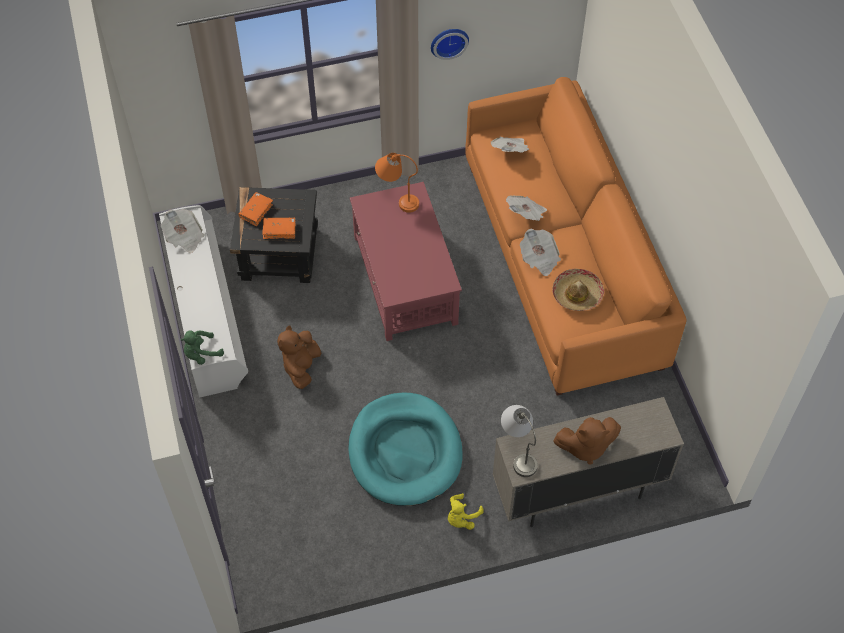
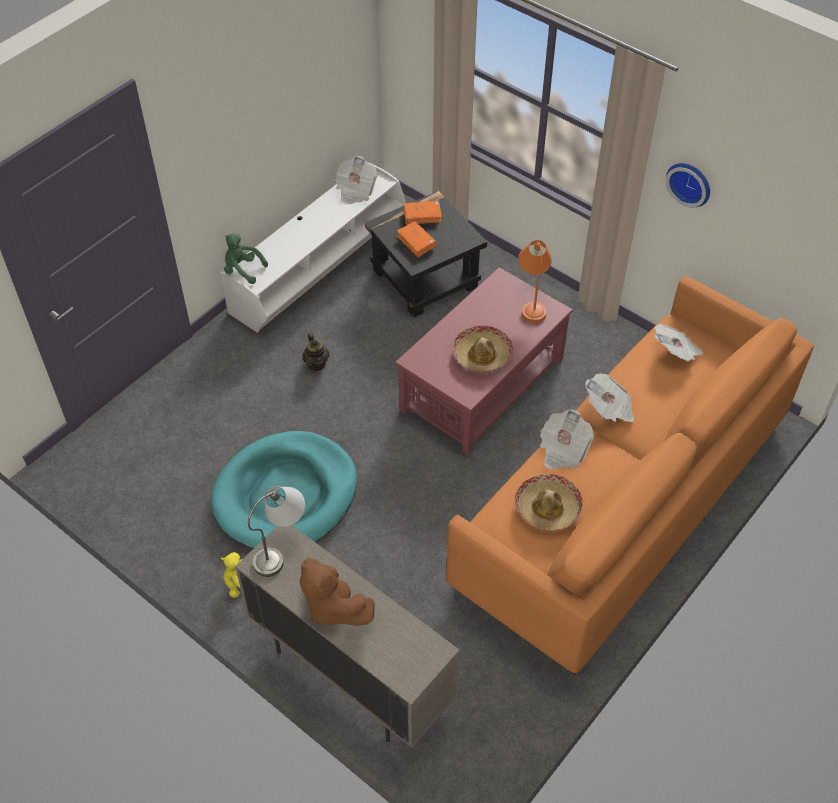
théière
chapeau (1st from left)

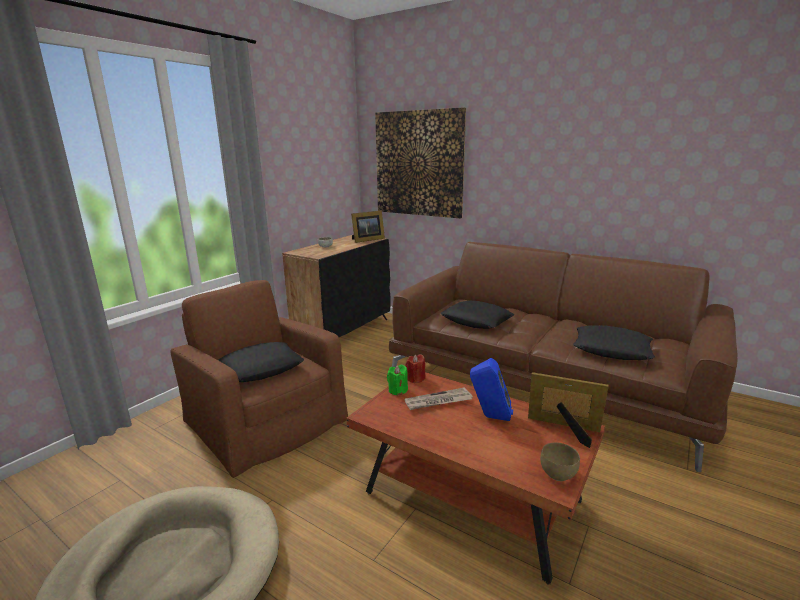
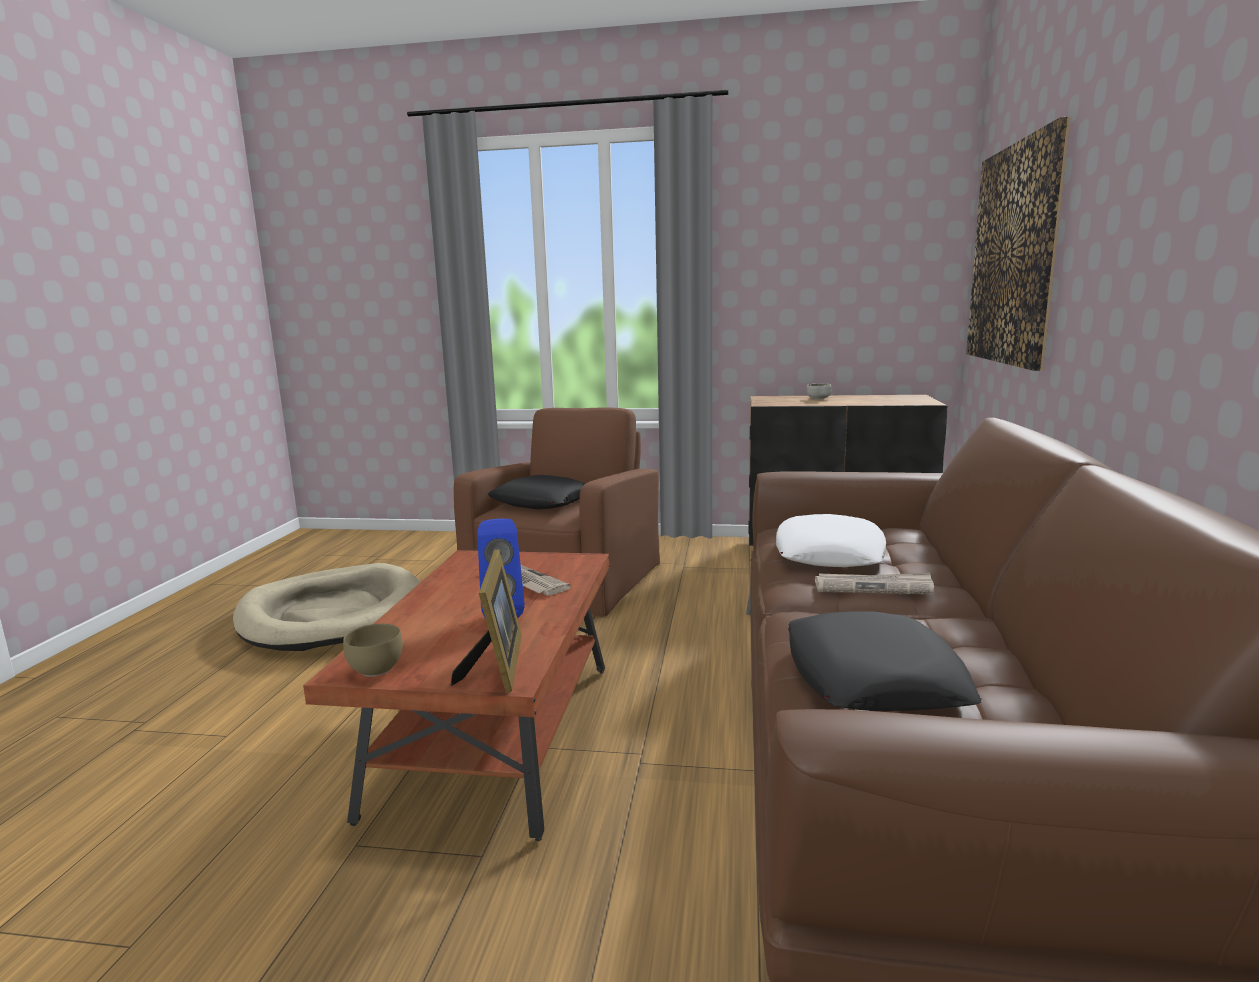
cadre photo (1st from left in the first image)
bougie (vert)
bougie (rouge)
coussin (blanc)
journal (2nd from left)

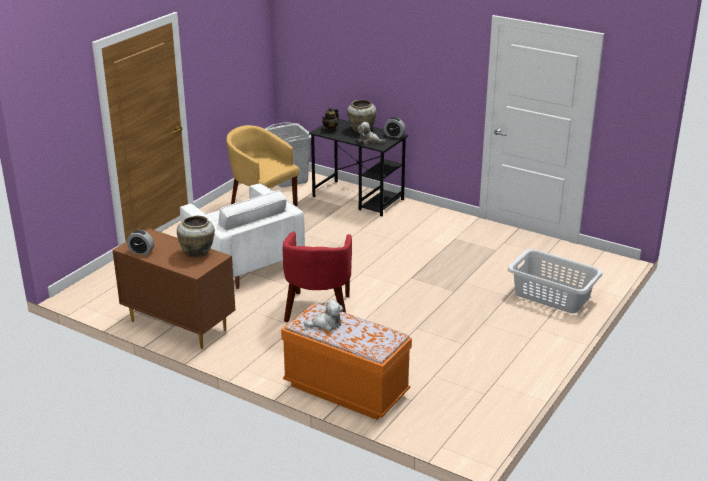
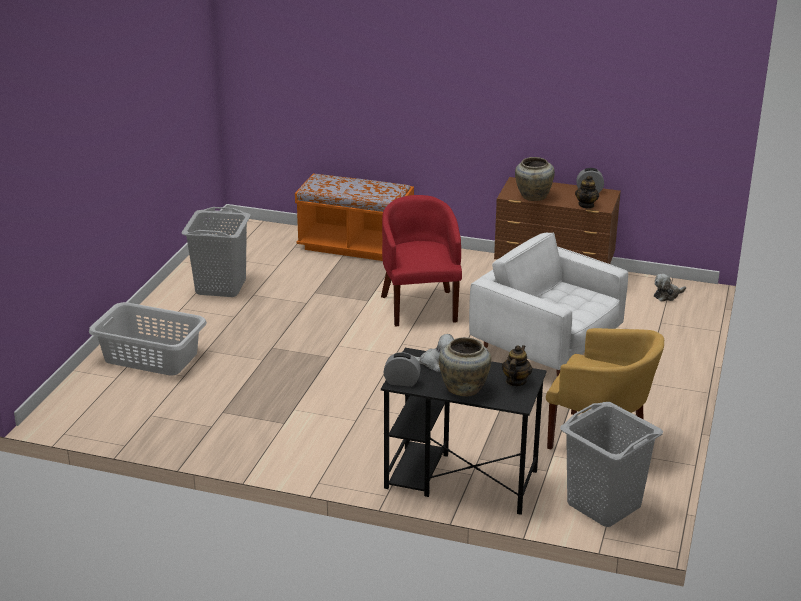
peluche (2nd from left)
panier à linge (gris) (2nd from left)
théière (2nd from left)

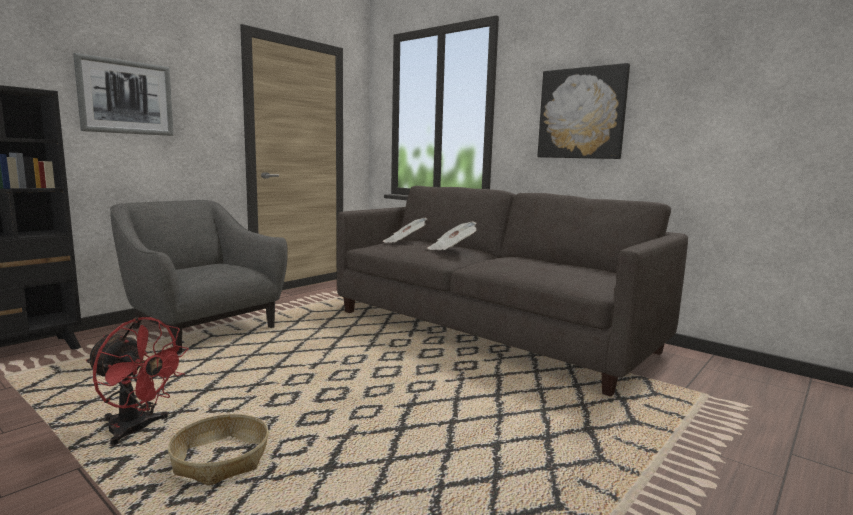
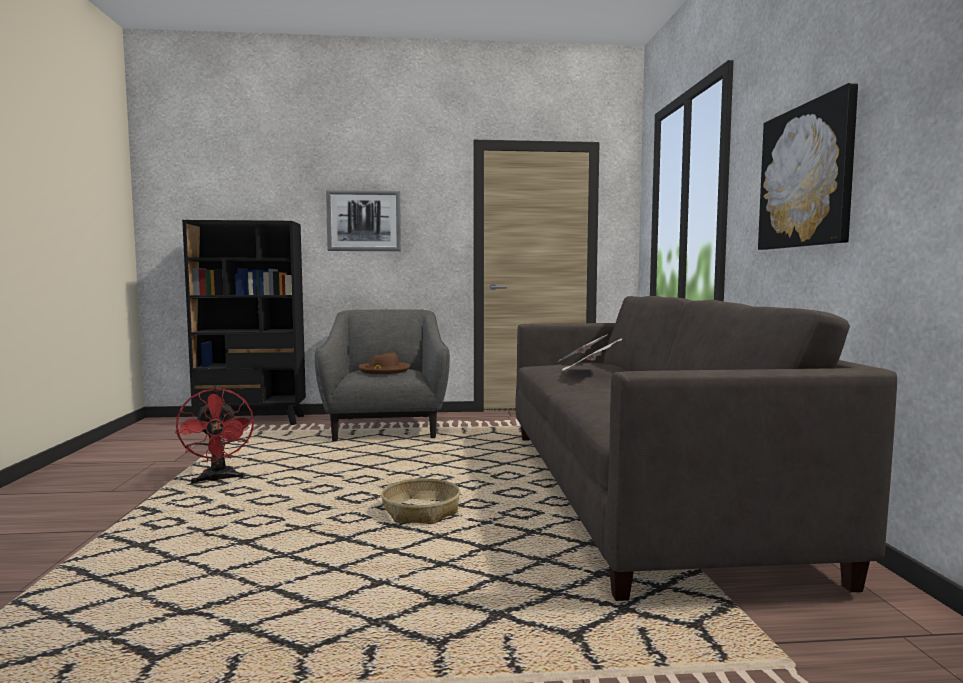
panier
chapeau (marron)

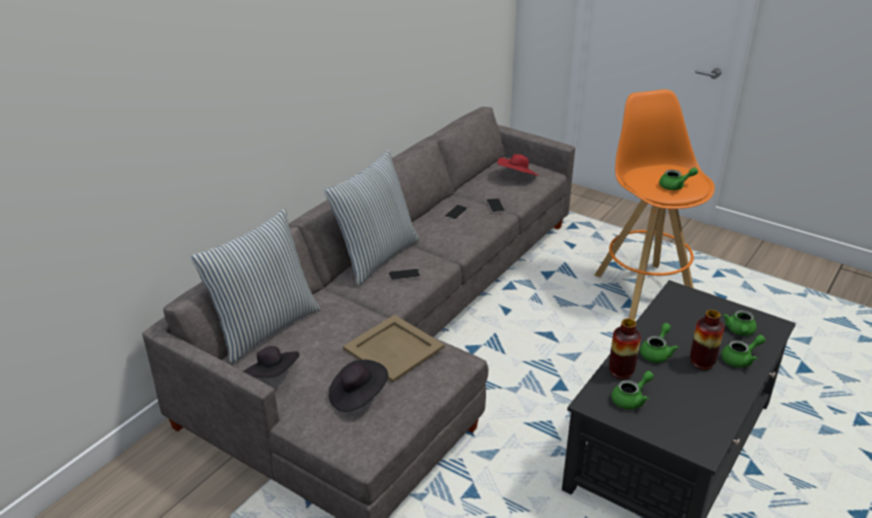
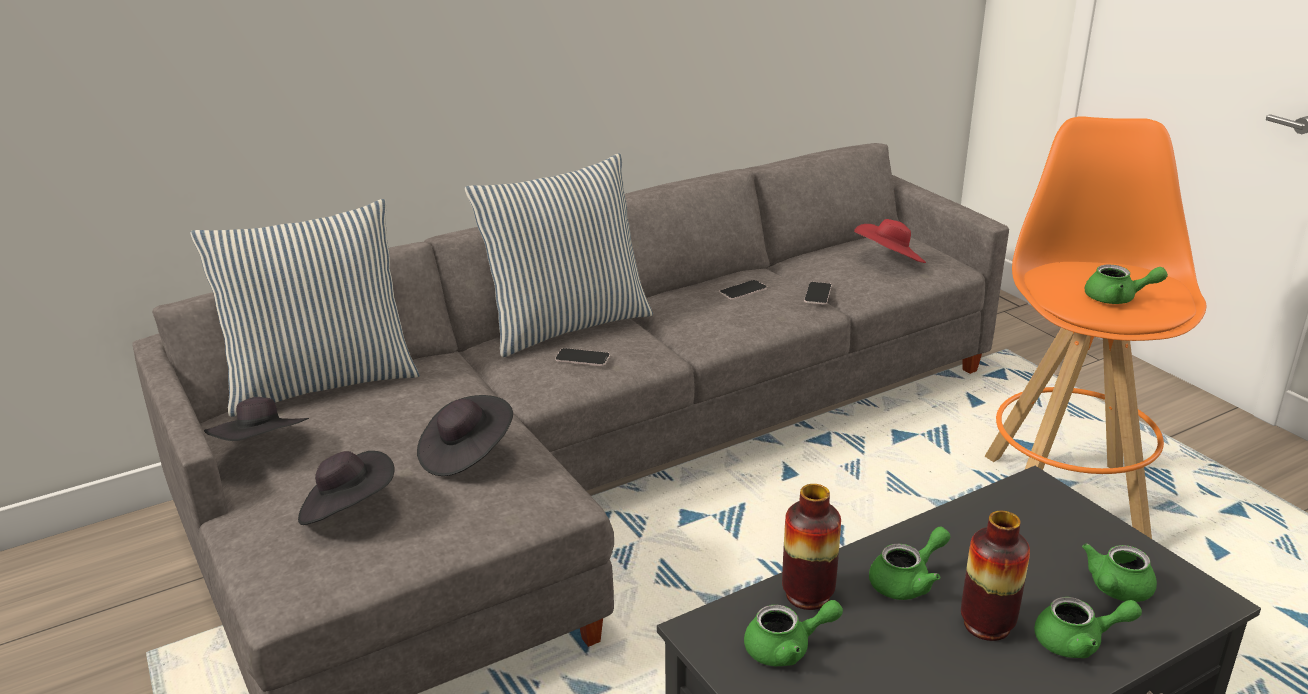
chapeau (noir) (3rd from left)

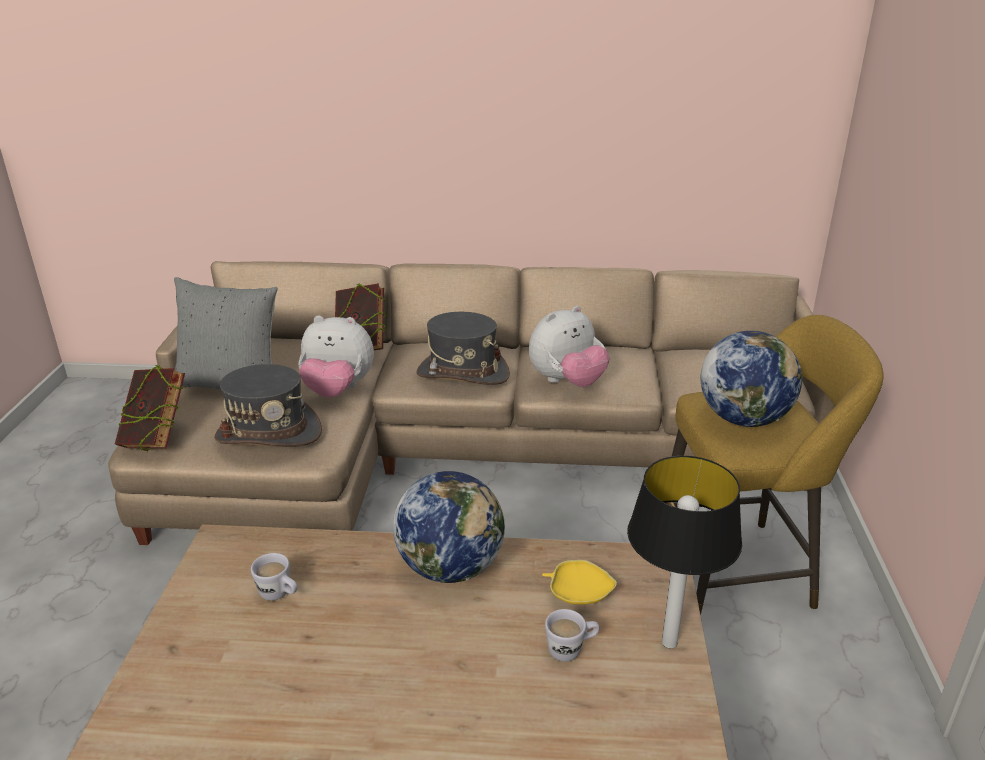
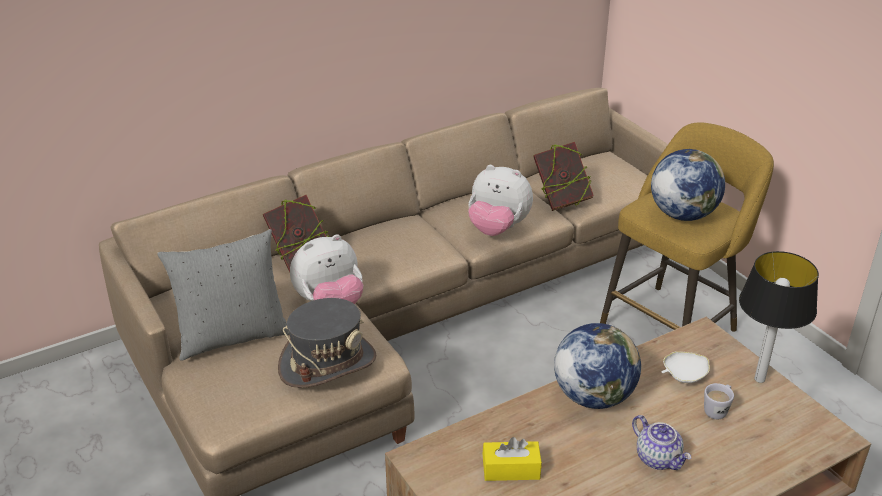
livre (2nd from left)
boîte à mouchoirs (jaune)
chapeau (gris) (2nd from left in the first image)
peluche (2nd from left)
bol (blanc)
théière

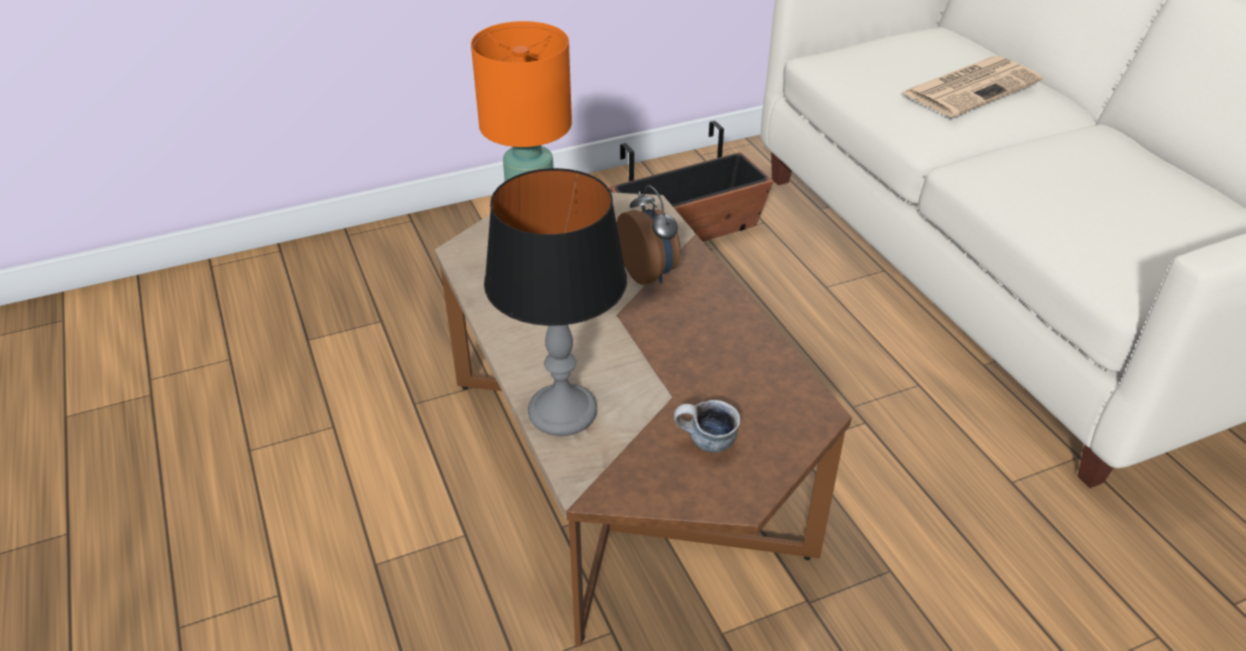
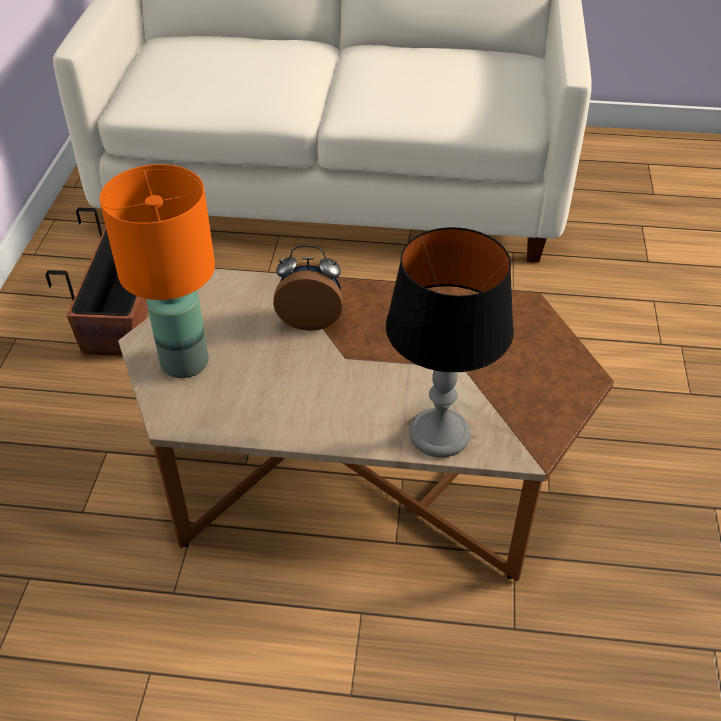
mug
journal

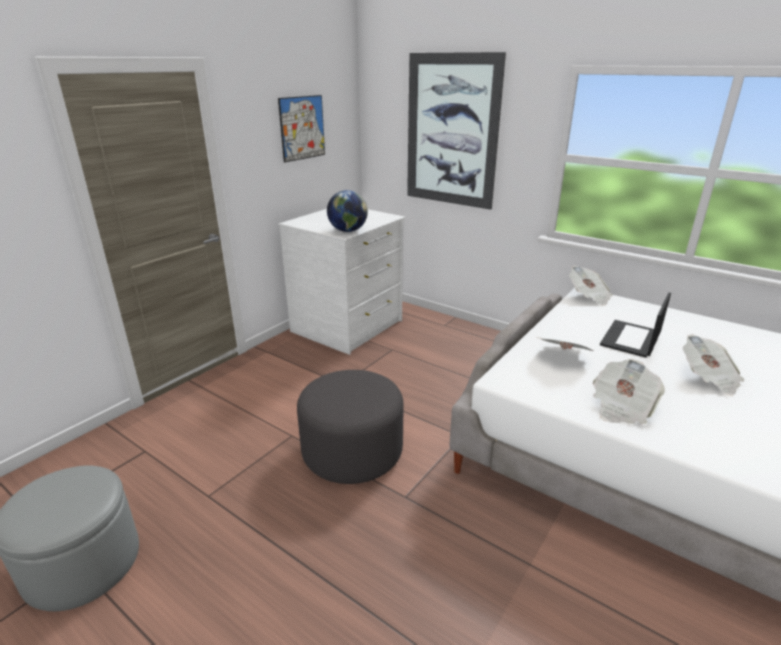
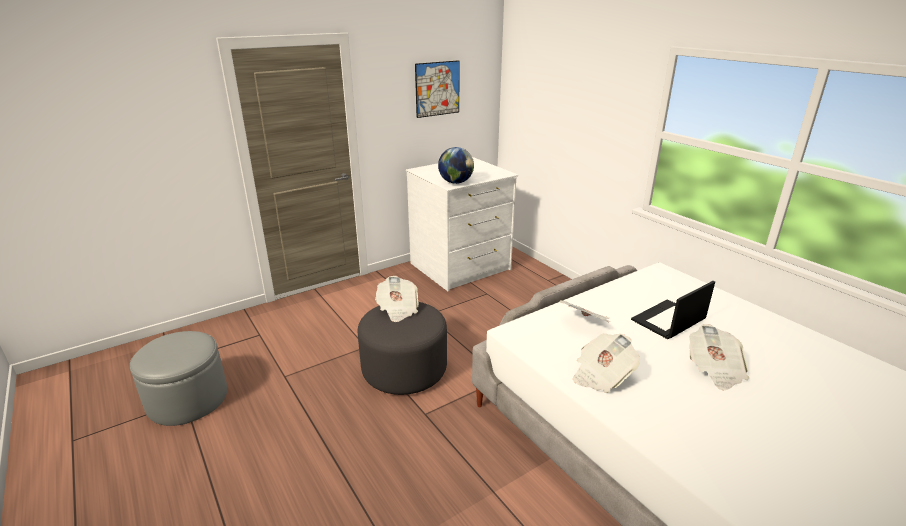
tableau (2nd from left in the first image)
journal (1st from left)

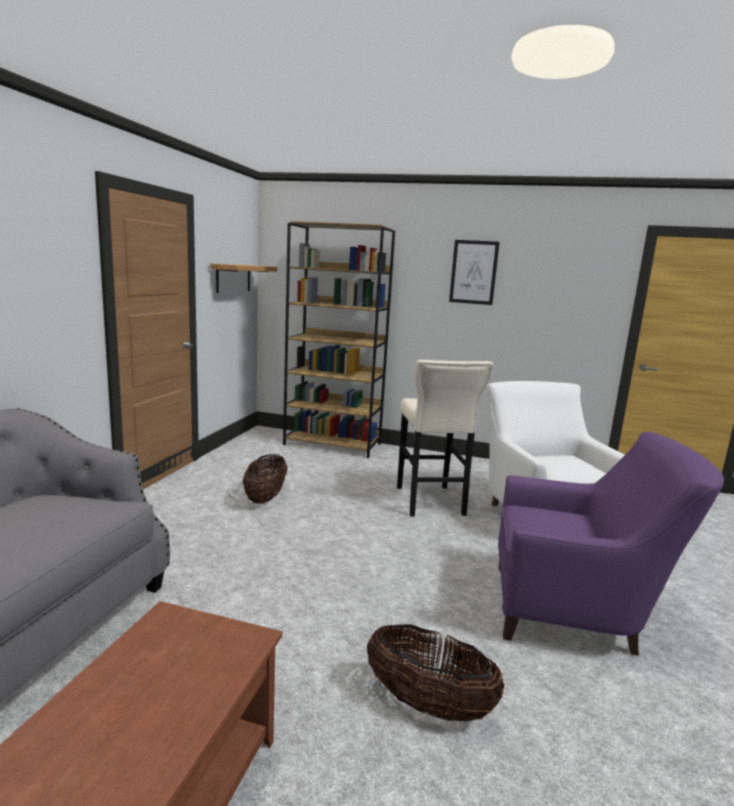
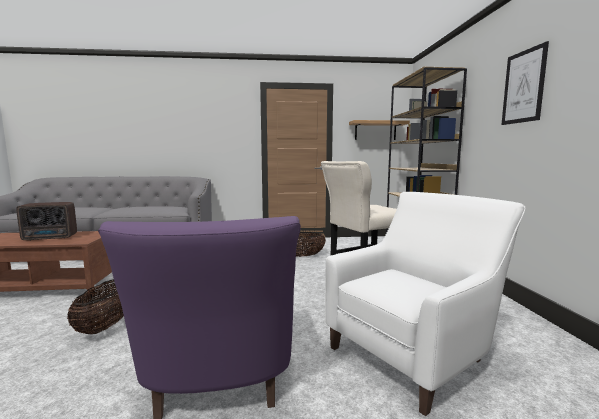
radio

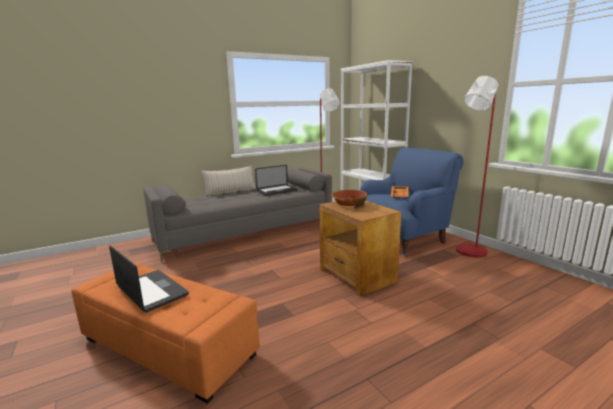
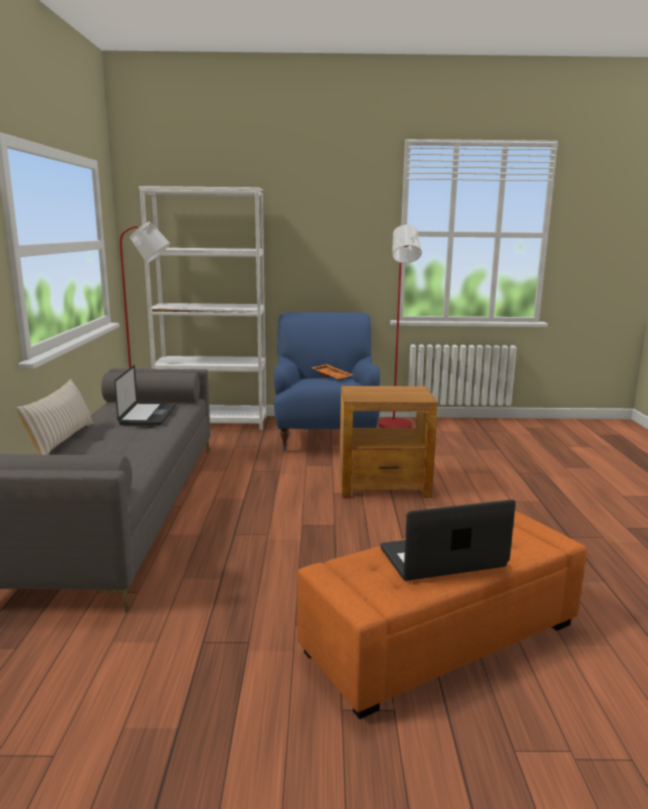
bol

